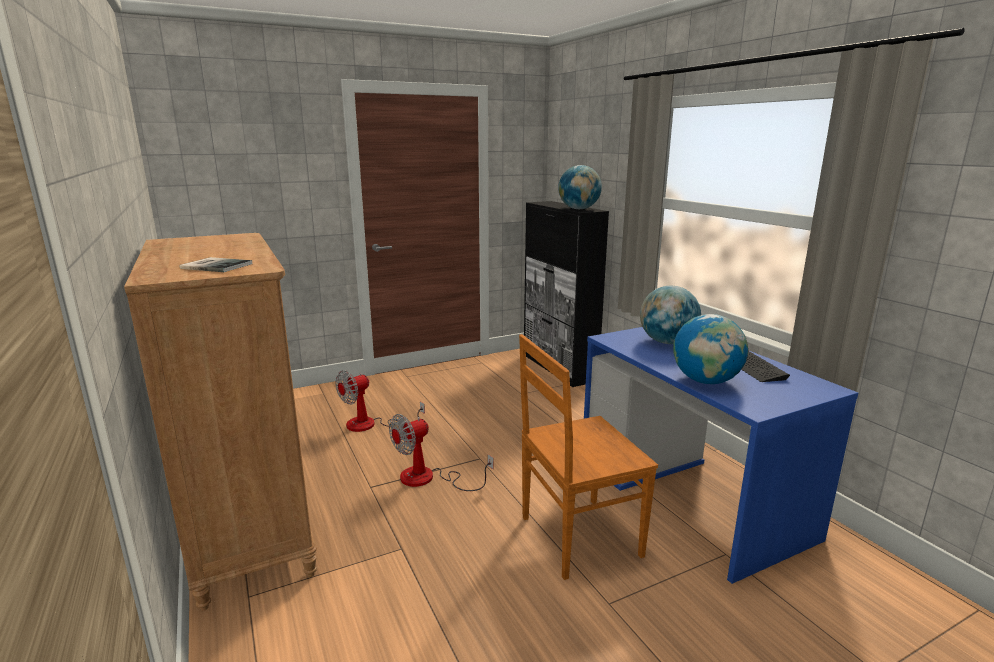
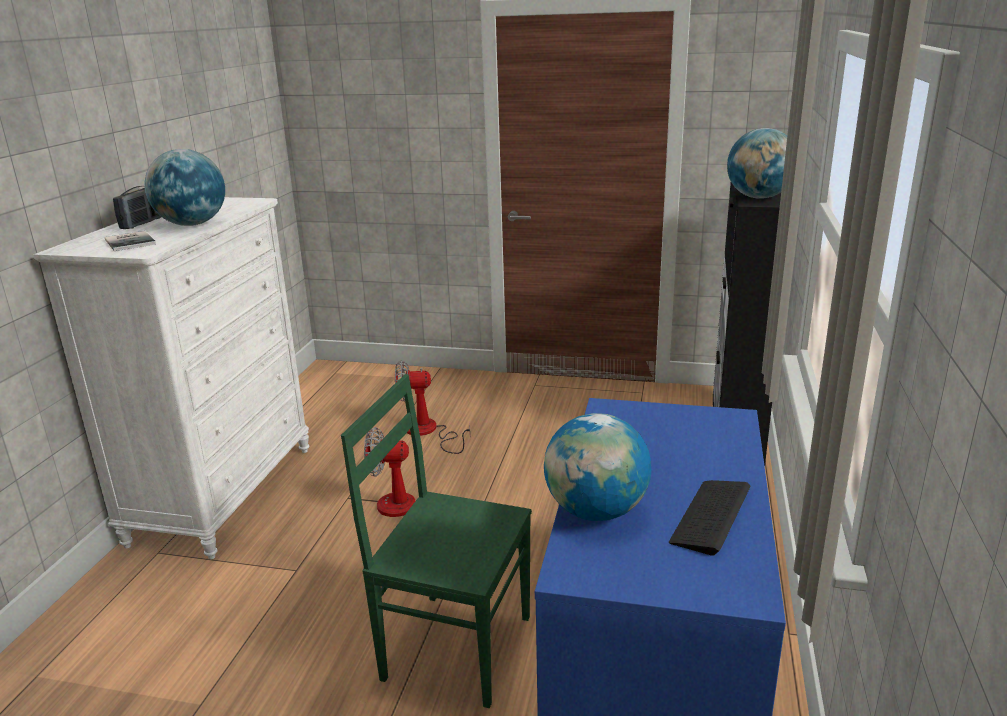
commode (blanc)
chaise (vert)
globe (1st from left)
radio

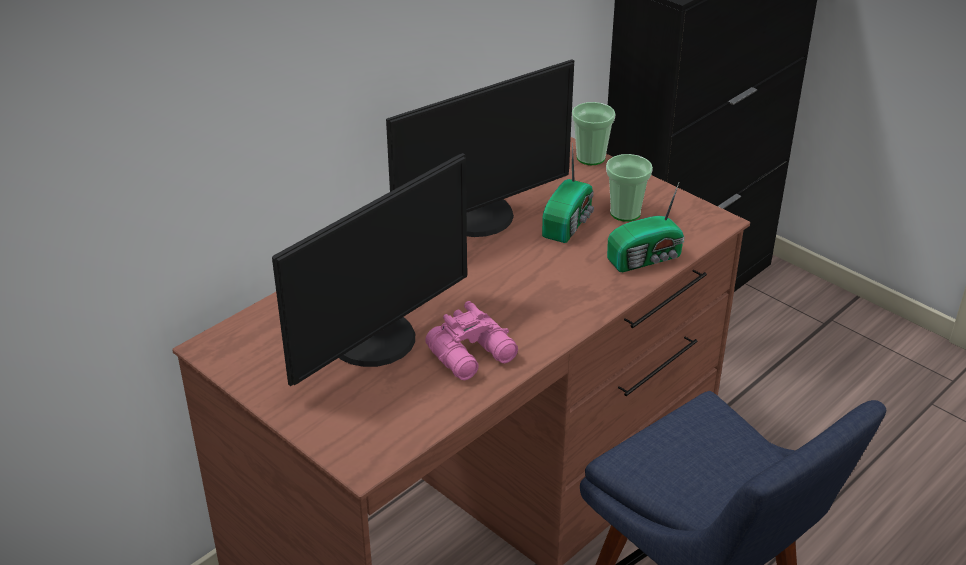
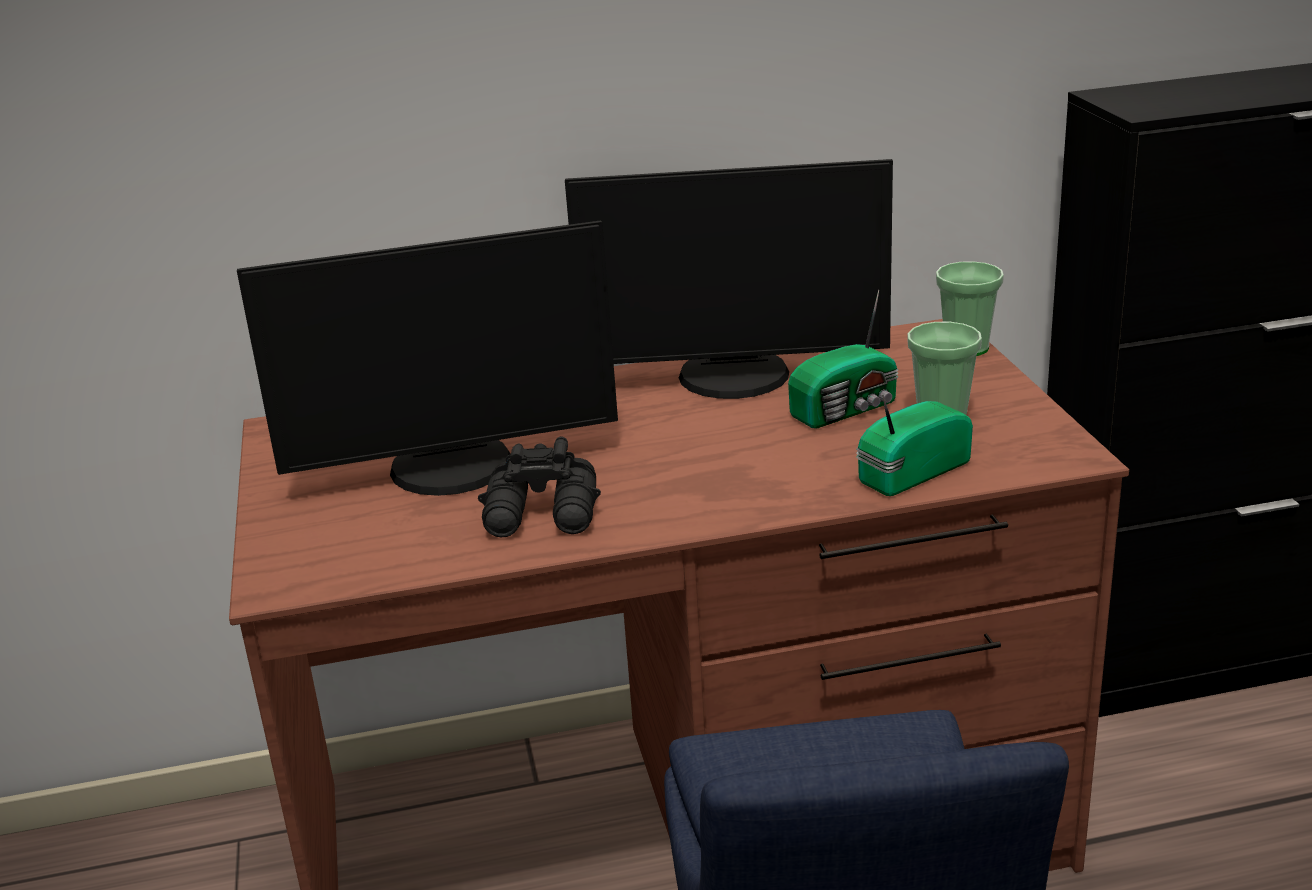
jumelles (noir)
radio (2nd from left)

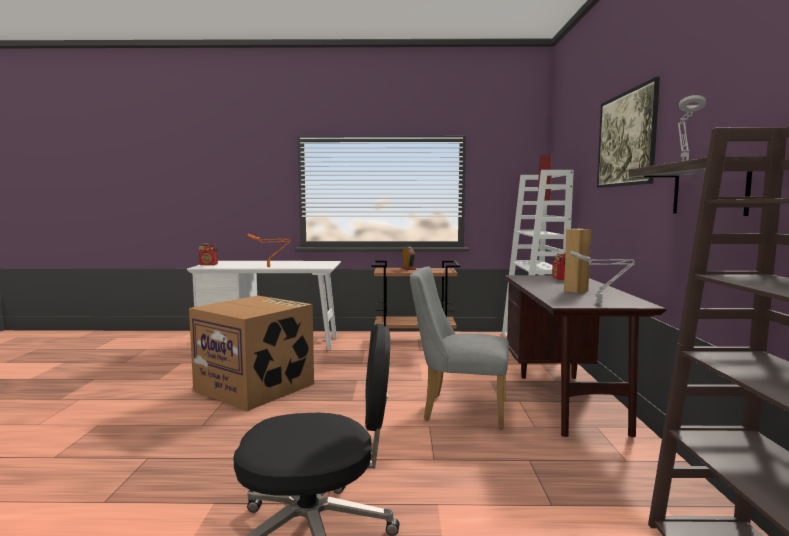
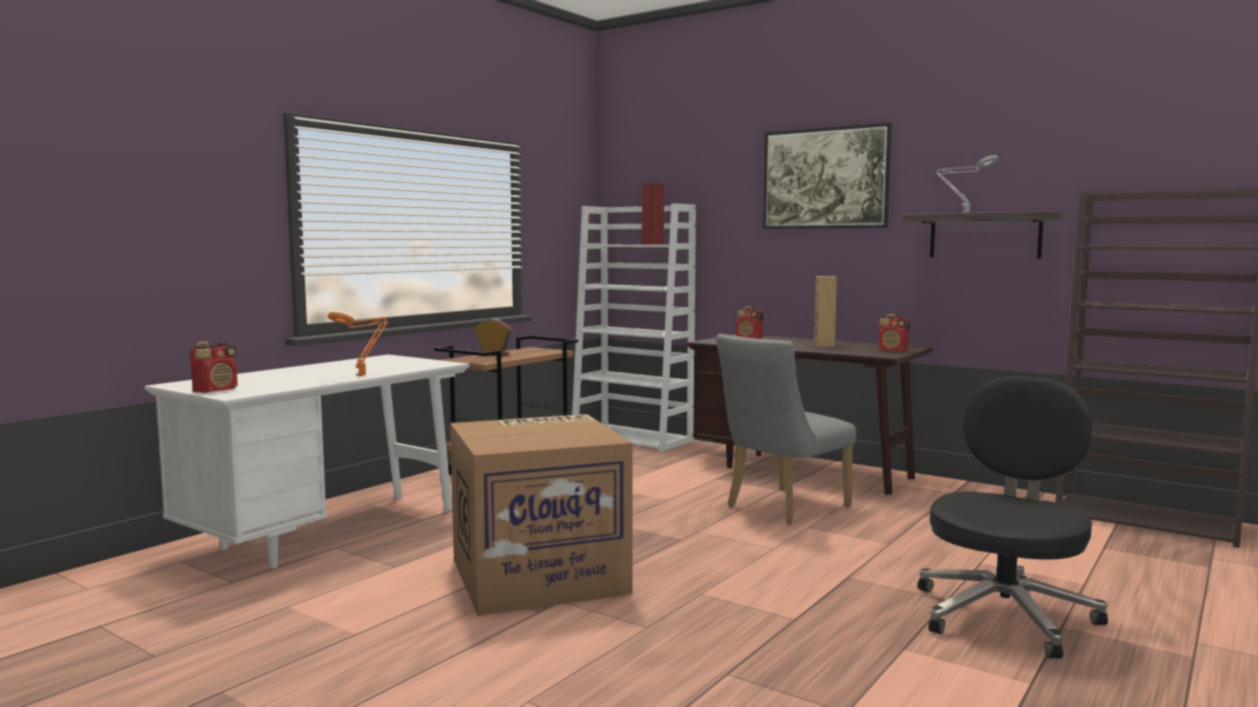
radio (3rd from left)

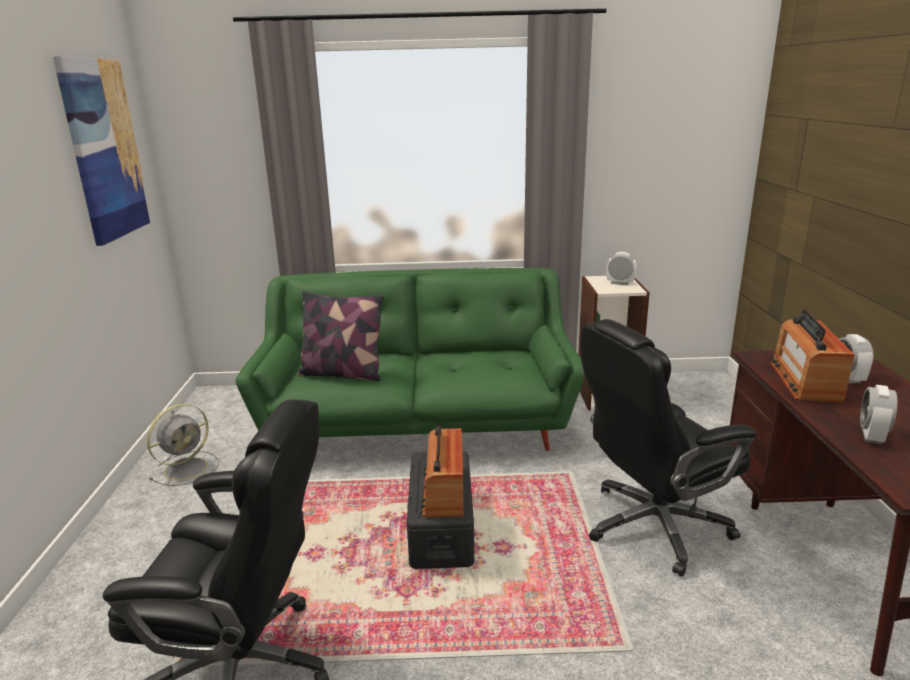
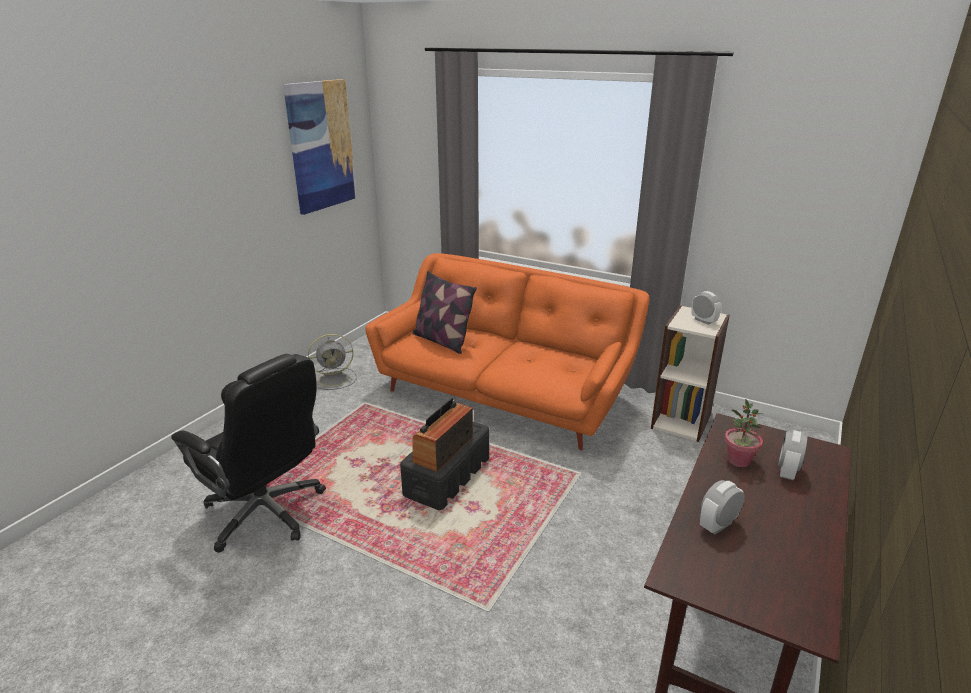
canapé (orange)
chaise de bureau (noir) (2nd from left in the first image)
plante en pot

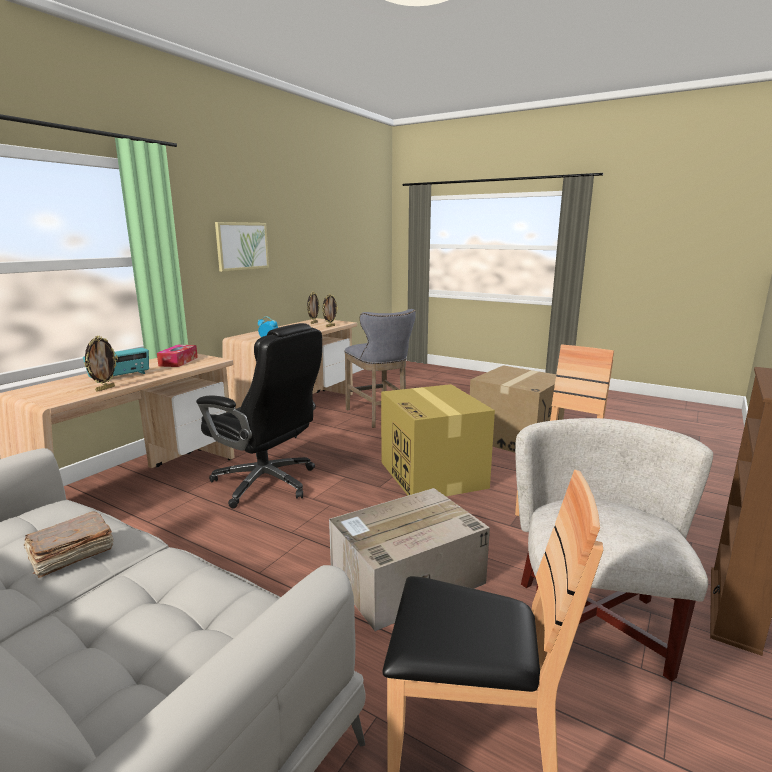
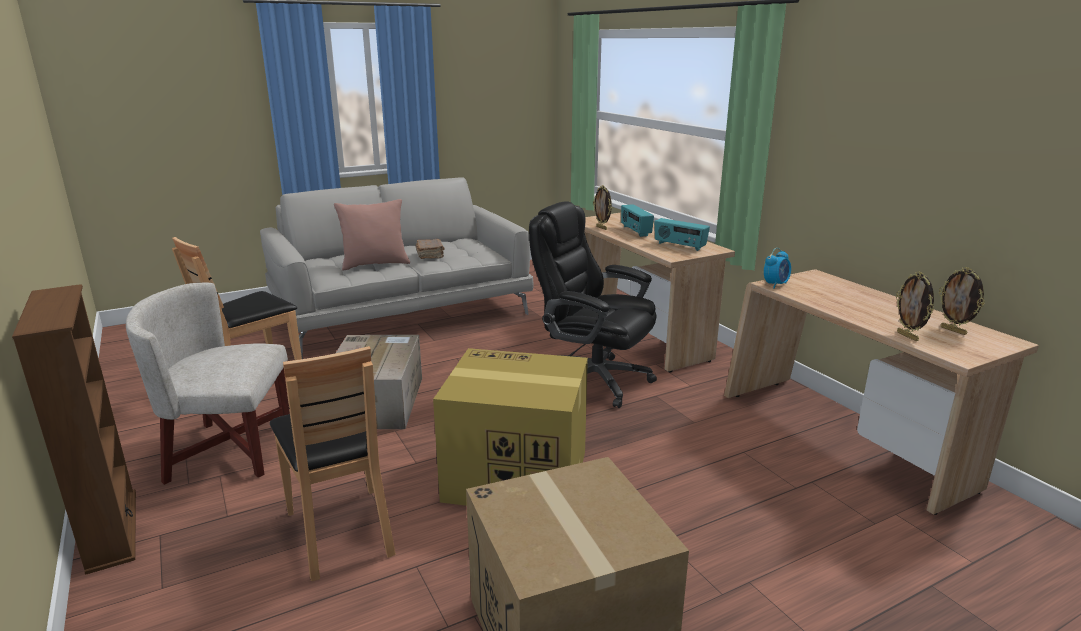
radio (2nd from left)
chaise de bureau (noir)
tableau
tabouret (gris)
fauteuil (blanc)
coussin (rose)

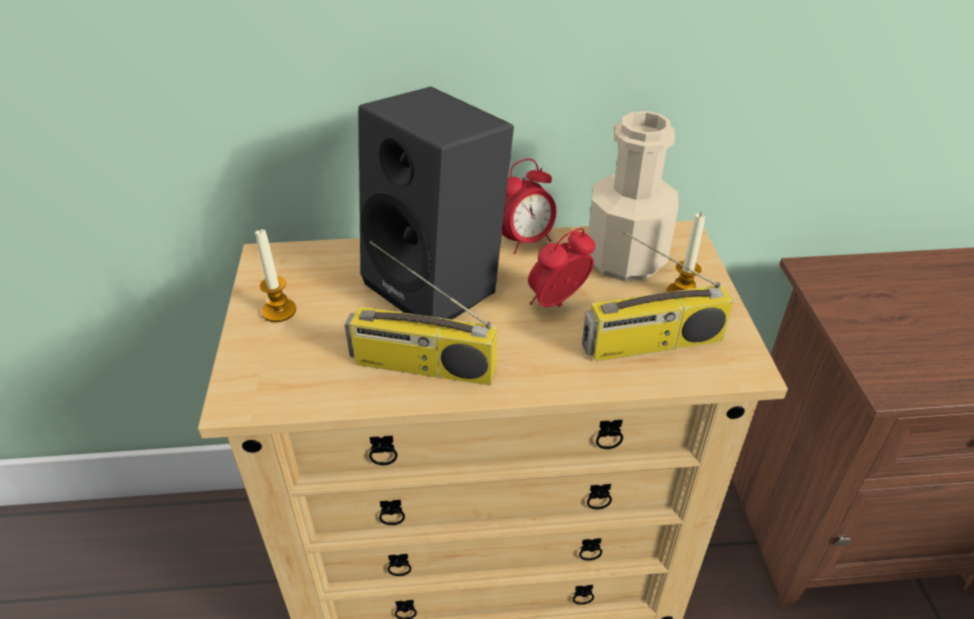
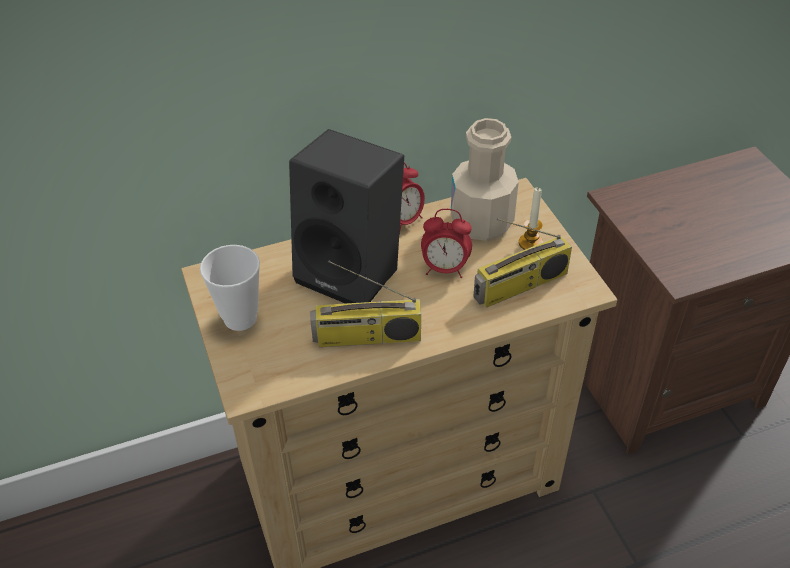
tasse
réveil (2nd from left)

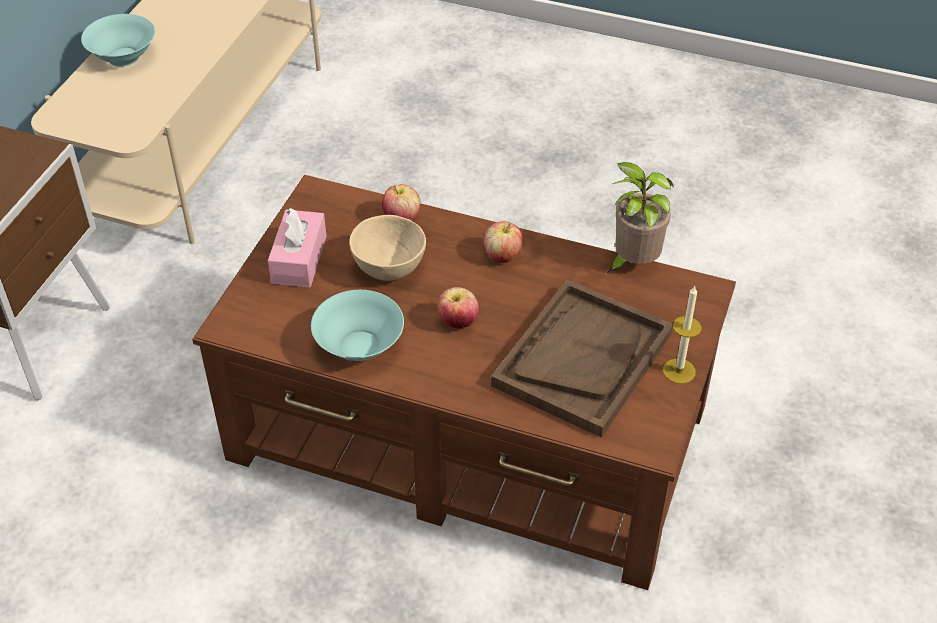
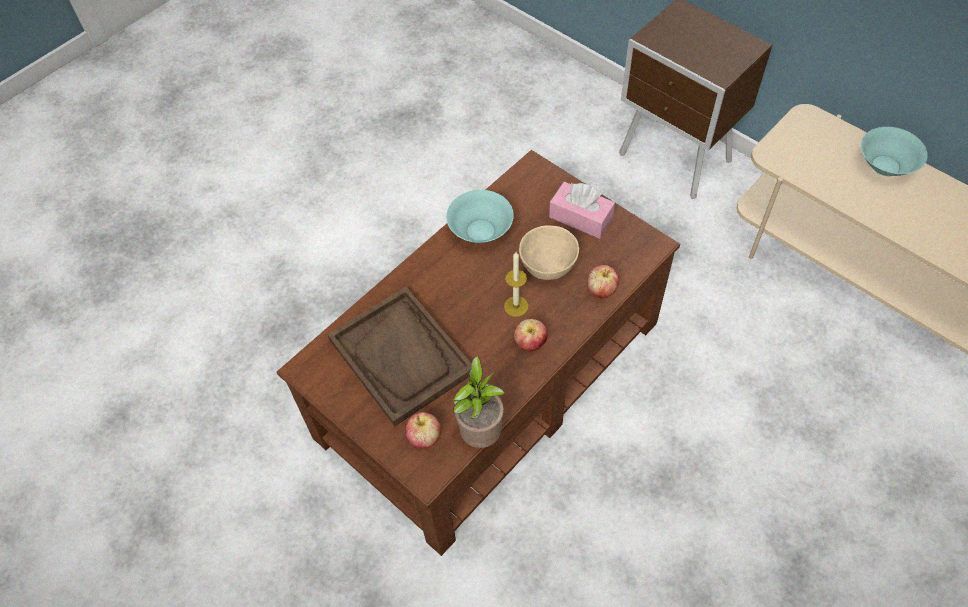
pomme (1st from left)
bougie

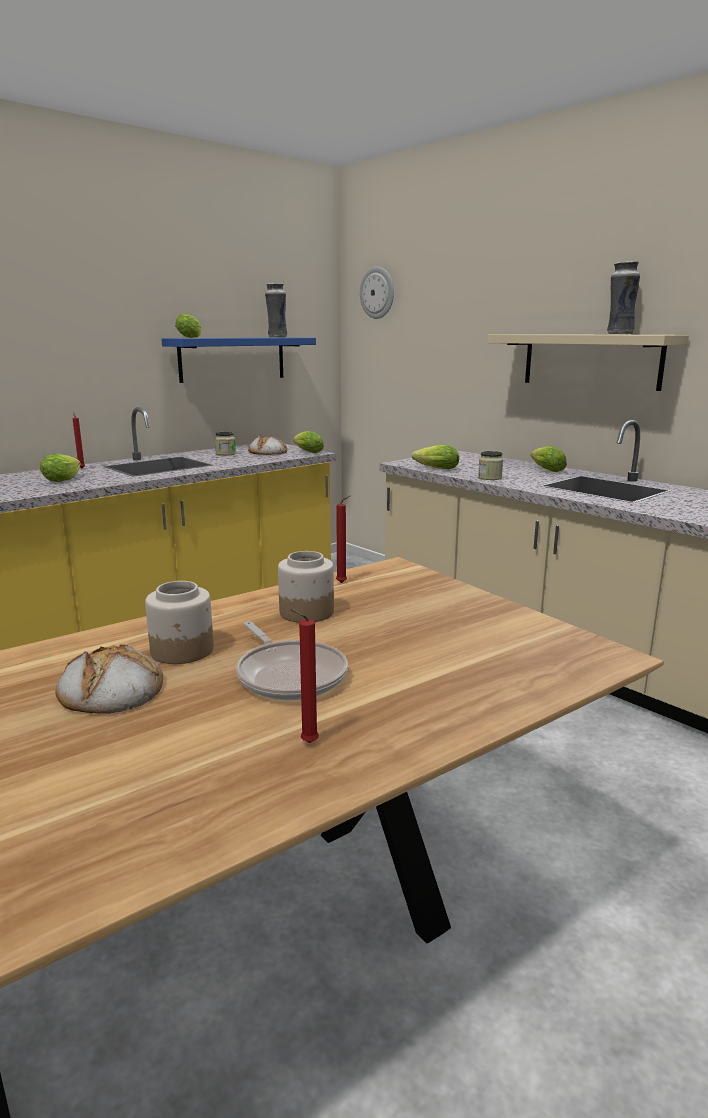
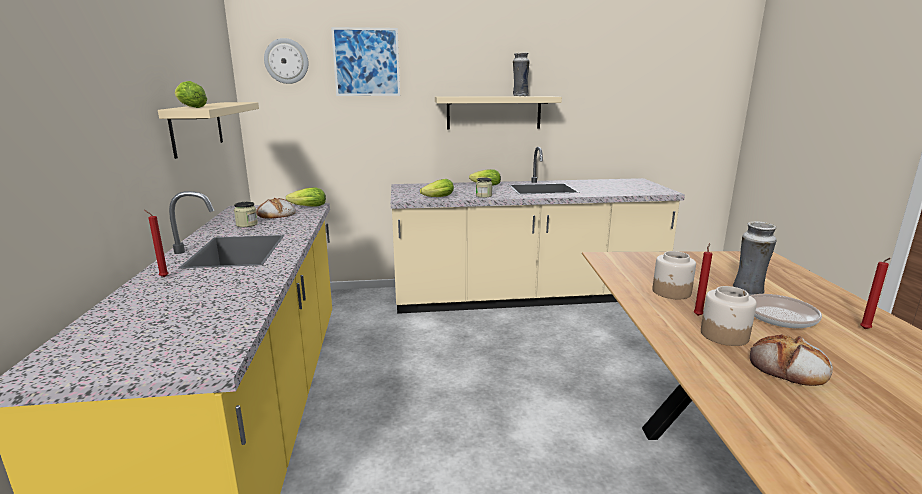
laitue (1st from left in the first image)
étagère (beige) (1st from left)
vase (2nd from left)
bougie (rouge) (2nd from left)
tableau

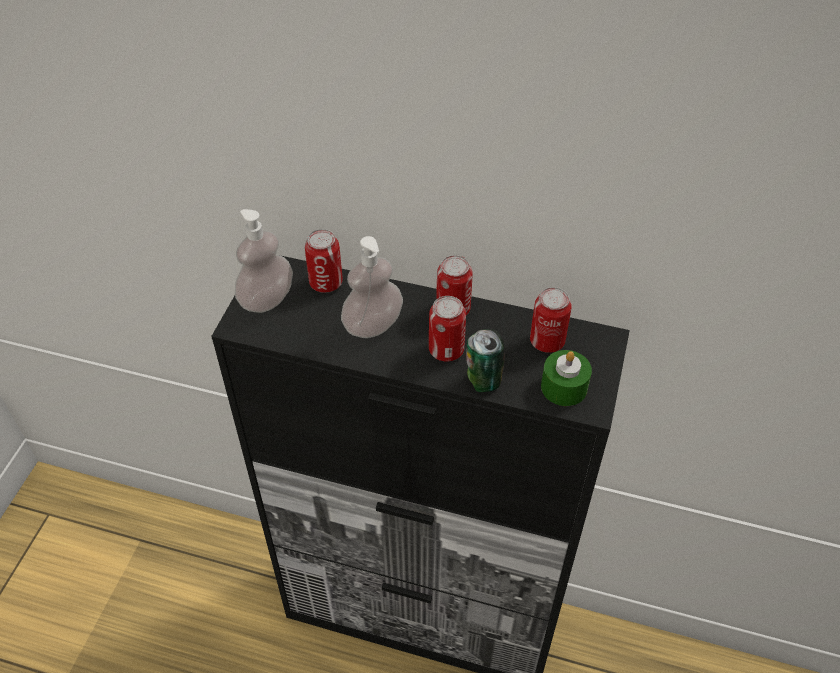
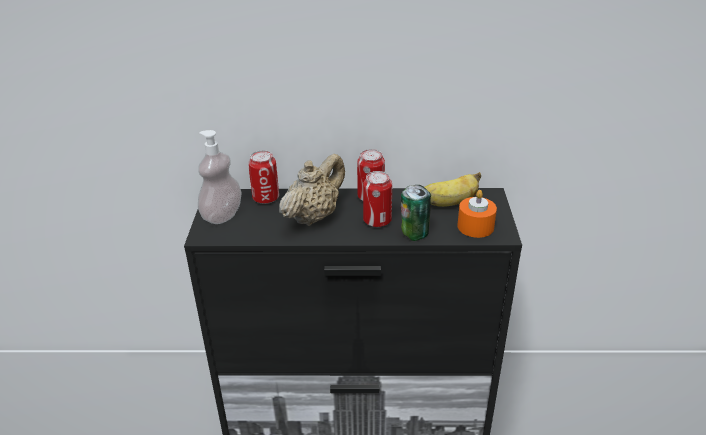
théière (beige)
banane
bougie (orange)

